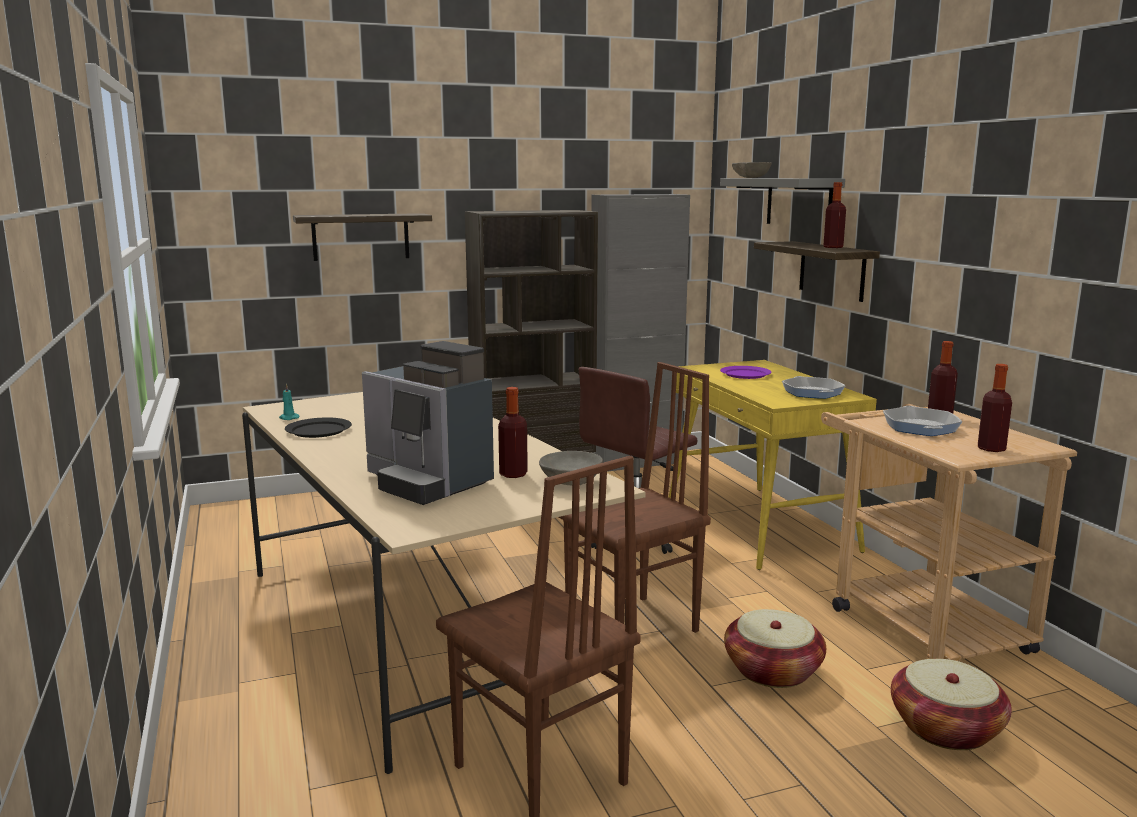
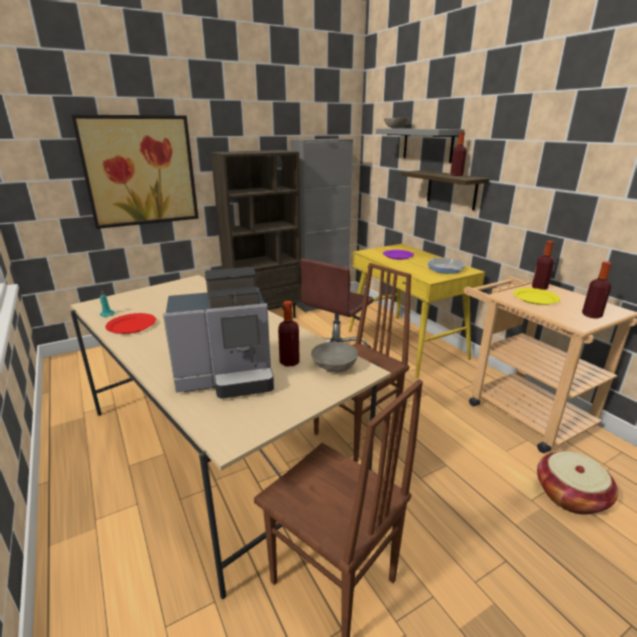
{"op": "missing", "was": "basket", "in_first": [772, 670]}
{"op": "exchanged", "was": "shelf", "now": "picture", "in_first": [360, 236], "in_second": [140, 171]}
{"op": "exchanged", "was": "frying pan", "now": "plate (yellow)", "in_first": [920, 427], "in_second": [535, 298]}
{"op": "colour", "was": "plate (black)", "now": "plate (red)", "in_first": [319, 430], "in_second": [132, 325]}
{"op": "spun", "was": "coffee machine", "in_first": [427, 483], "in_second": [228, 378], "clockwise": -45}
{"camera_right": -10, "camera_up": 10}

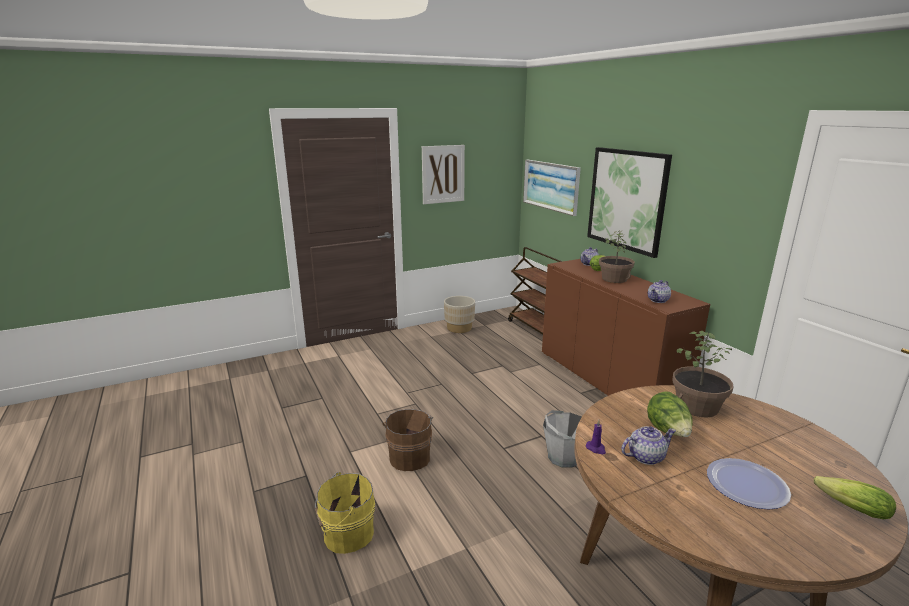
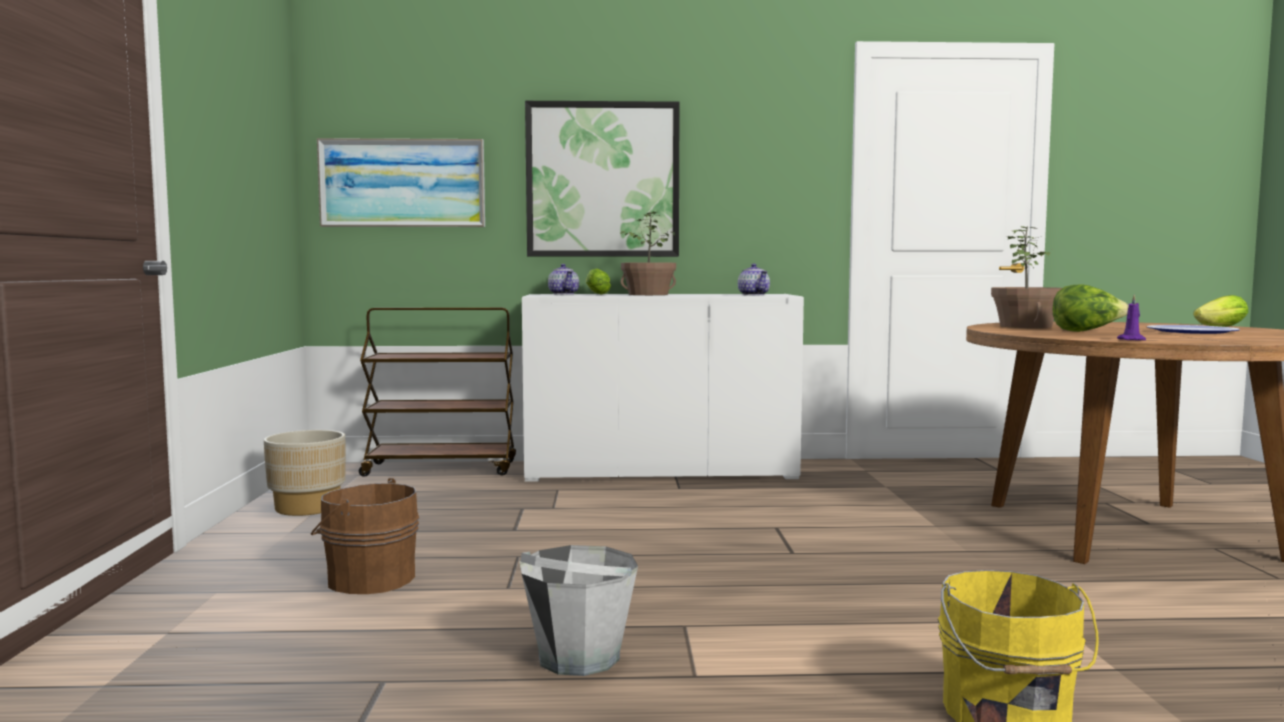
{"op": "missing", "was": "picture", "in_first": [443, 174]}
{"op": "missing", "was": "teapot", "in_first": [645, 457]}
{"op": "relocated", "was": "bucket (brown)", "in_first": [409, 456], "in_second": [368, 579]}
{"op": "relocated", "was": "bucket (grey)", "in_first": [563, 457], "in_second": [578, 657]}
{"op": "colour", "was": "cabinet (brown)", "now": "cabinet (white)", "in_first": [608, 379], "in_second": [660, 471]}
{"camera_right": -65, "camera_up": -15}

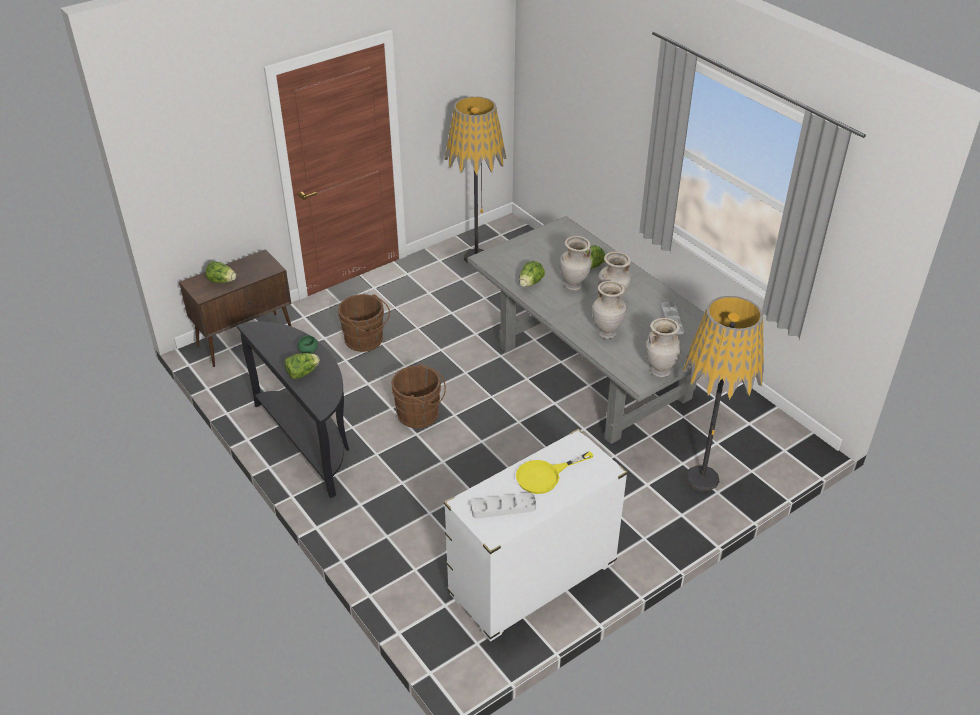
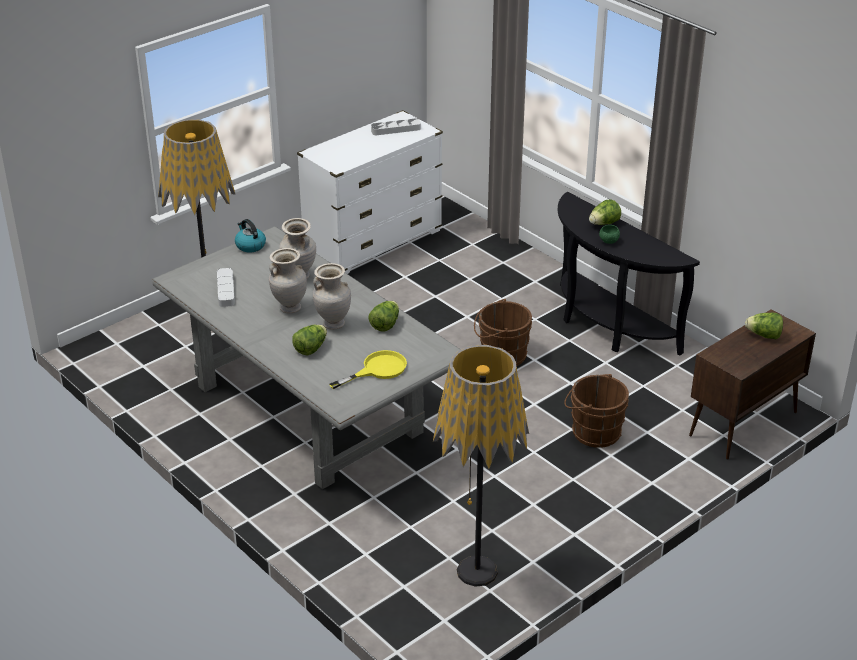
{"op": "relocated", "was": "frying pan (yellow)", "in_first": [545, 476], "in_second": [377, 369]}
{"op": "exchanged", "was": "vase (beige)", "now": "kettle", "in_first": [659, 371], "in_second": [250, 245]}
{"camera_right": 175, "camera_up": -5}

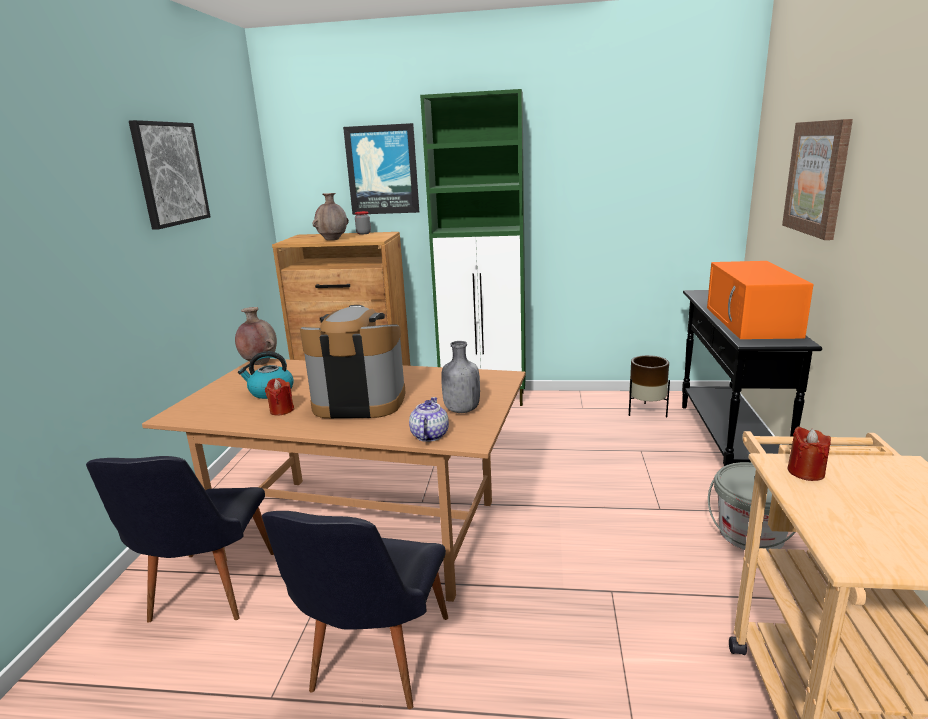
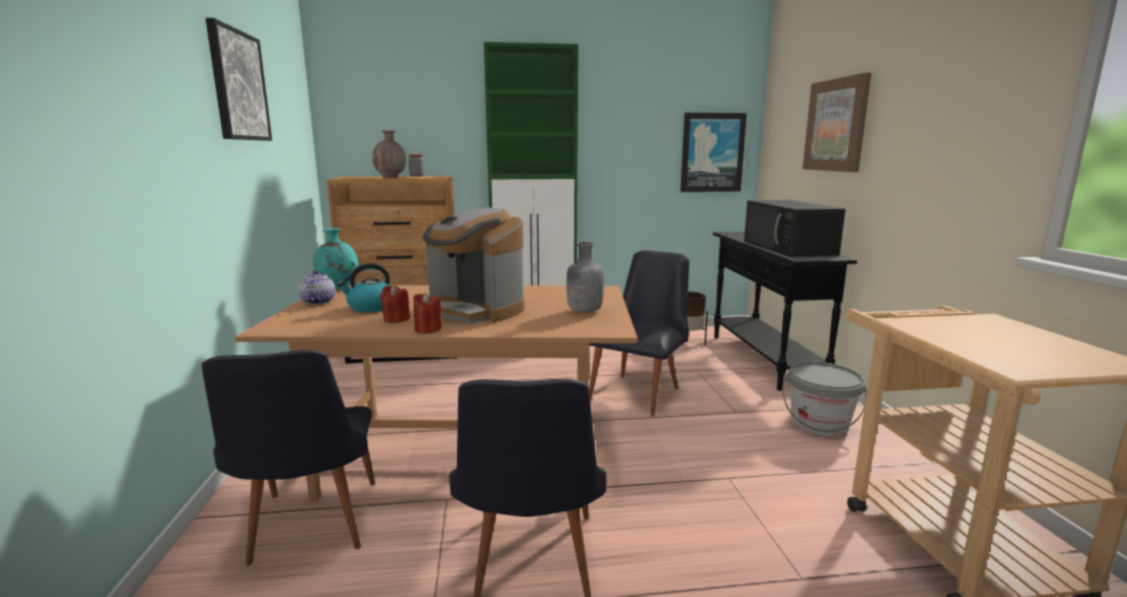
{"op": "appeared", "now": "chair (black)", "in_second": [640, 391]}
{"op": "relocated", "was": "picture", "in_first": [382, 170], "in_second": [712, 152]}
{"op": "relocated", "was": "teapot", "in_first": [429, 435], "in_second": [318, 302]}
{"op": "relocated", "was": "candle (red)", "in_first": [805, 472], "in_second": [428, 329]}
{"op": "colour", "was": "vase (brown)", "now": "vase (turquoise)", "in_first": [259, 363], "in_second": [338, 288]}
{"op": "colour", "was": "microwave (orange)", "now": "microwave (black)", "in_first": [752, 322], "in_second": [789, 248]}
{"op": "spun", "was": "coffee machine", "in_first": [359, 402], "in_second": [475, 310], "clockwise": -135}
{"camera_right": -15, "camera_up": -5}

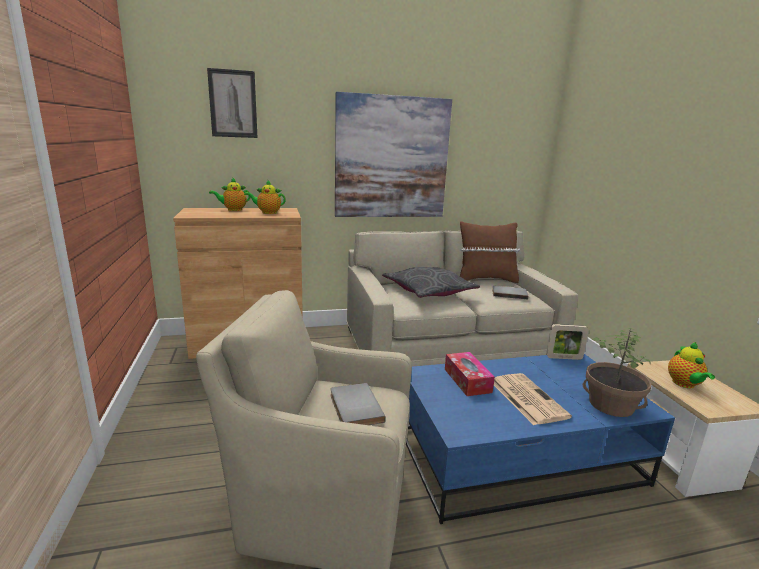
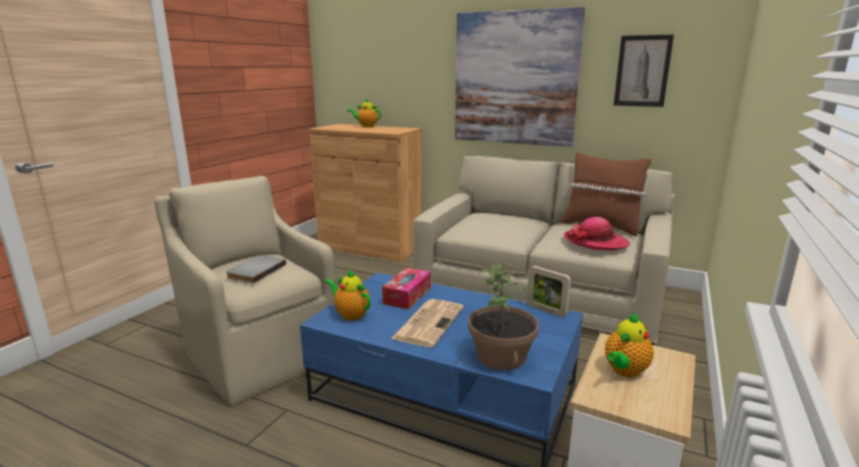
{"op": "missing", "was": "pillow (grey)", "in_first": [428, 291]}
{"op": "relocated", "was": "picture", "in_first": [233, 104], "in_second": [642, 71]}
{"op": "relocated", "was": "teapot", "in_first": [267, 212], "in_second": [350, 314]}
{"op": "exchanged", "was": "book (grey)", "now": "hat", "in_first": [509, 293], "in_second": [595, 242]}
{"camera_right": 40, "camera_up": 0}

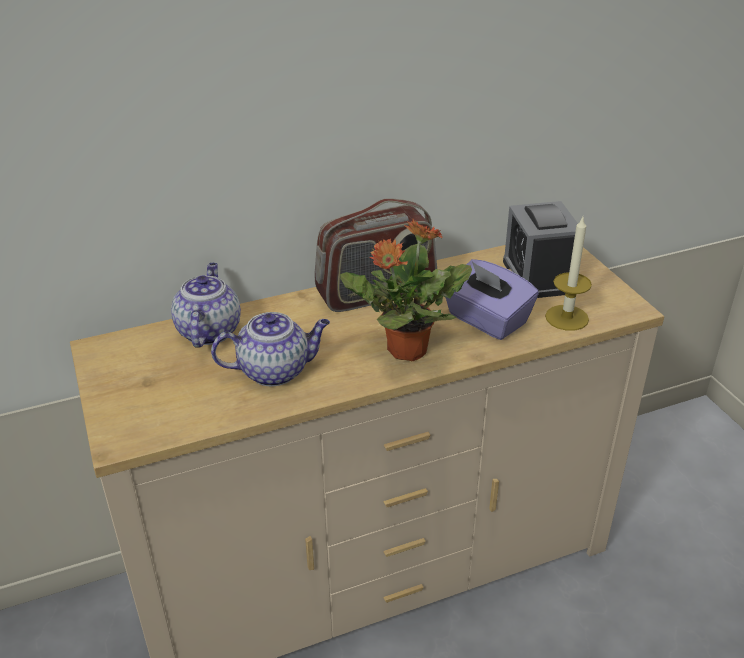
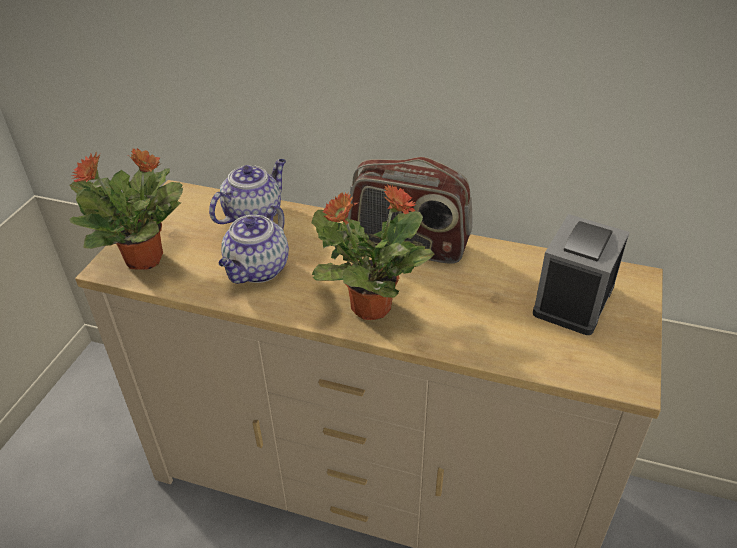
{"op": "missing", "was": "tissue box (purple)", "in_first": [486, 320]}
{"op": "missing", "was": "candle", "in_first": [566, 318]}
{"op": "appeared", "now": "potted plant", "in_second": [146, 259]}
{"op": "spun", "was": "teapot", "in_first": [275, 370], "in_second": [258, 270], "clockwise": 90}
{"camera_right": 40, "camera_up": 5}

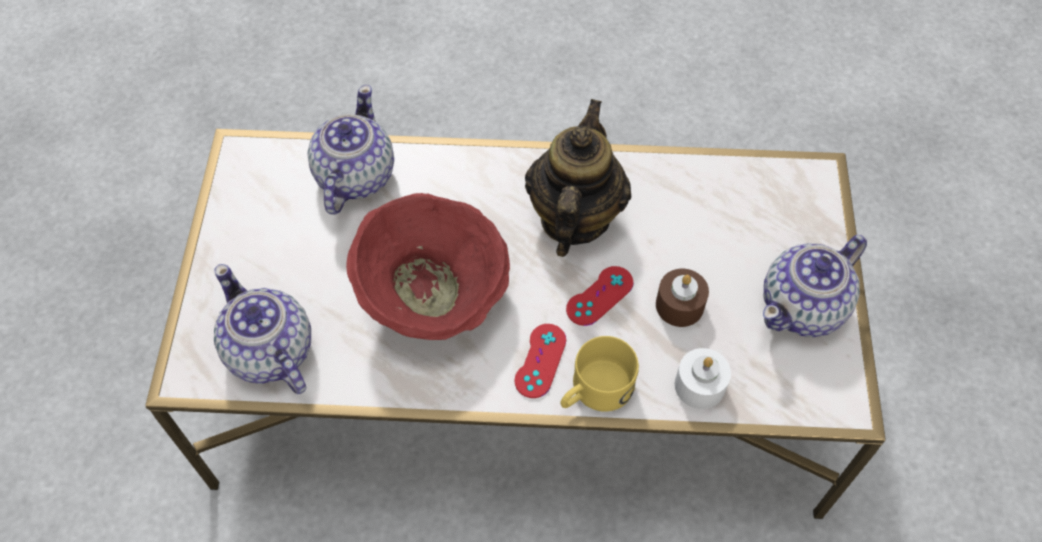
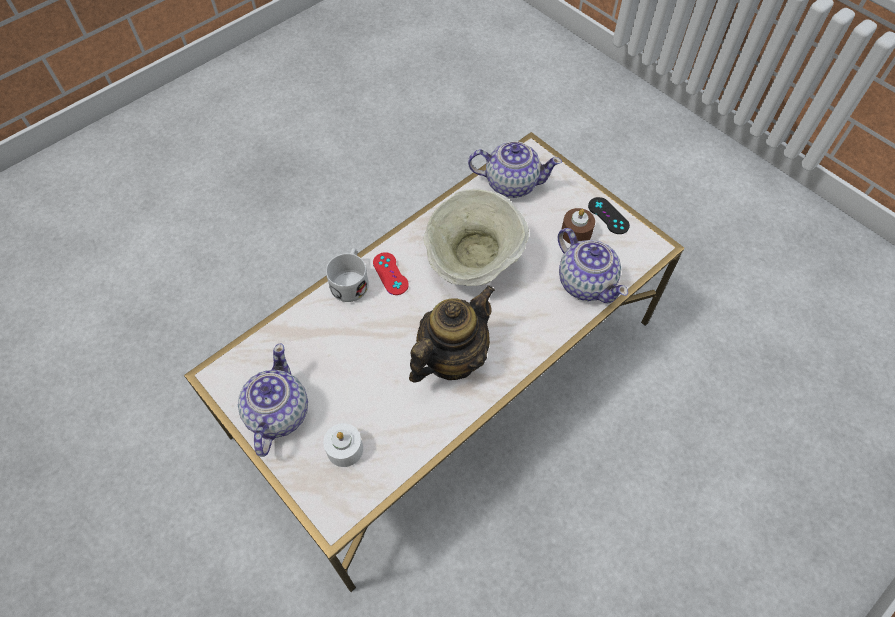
{"op": "missing", "was": "game controller (red)", "in_first": [599, 296]}
{"op": "appeared", "now": "game controller (black)", "in_second": [608, 216]}
{"op": "relocated", "was": "candle (brown)", "in_first": [679, 305], "in_second": [576, 232]}
{"op": "relocated", "was": "candle (white)", "in_first": [699, 385], "in_second": [345, 449]}
{"op": "colour", "was": "bowl (red)", "now": "bowl (beige)", "in_first": [434, 296], "in_second": [473, 261]}
{"op": "colour", "was": "mug (yellow)", "now": "mug (white)", "in_first": [594, 391], "in_second": [351, 281]}
{"op": "spun", "was": "teapot", "in_first": [574, 218], "in_second": [451, 358], "clockwise": -105}
{"camera_right": 135, "camera_up": 0}

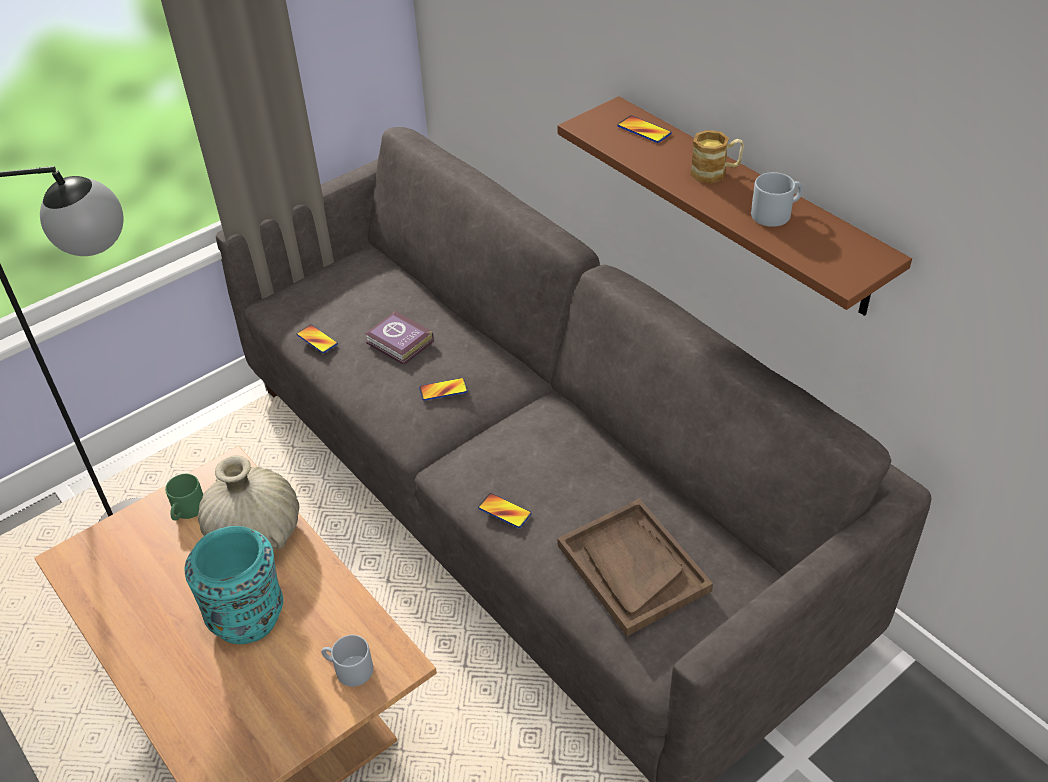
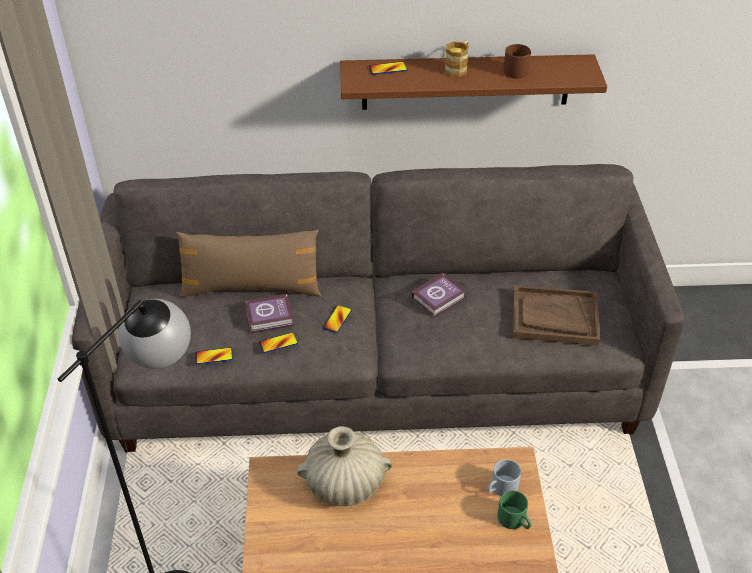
{"op": "missing", "was": "vase (turquoise)", "in_first": [248, 616]}
{"op": "appeared", "now": "pillow (brown)", "in_second": [251, 288]}
{"op": "appeared", "now": "book", "in_second": [439, 298]}
{"op": "relocated", "was": "mug (green)", "in_first": [187, 511], "in_second": [515, 520]}
{"op": "relocated", "was": "phone", "in_first": [504, 511], "in_second": [278, 343]}
{"op": "colour", "was": "mug (grey)", "now": "mug (brown)", "in_first": [776, 213], "in_second": [515, 69]}
{"camera_right": -55, "camera_up": 0}

